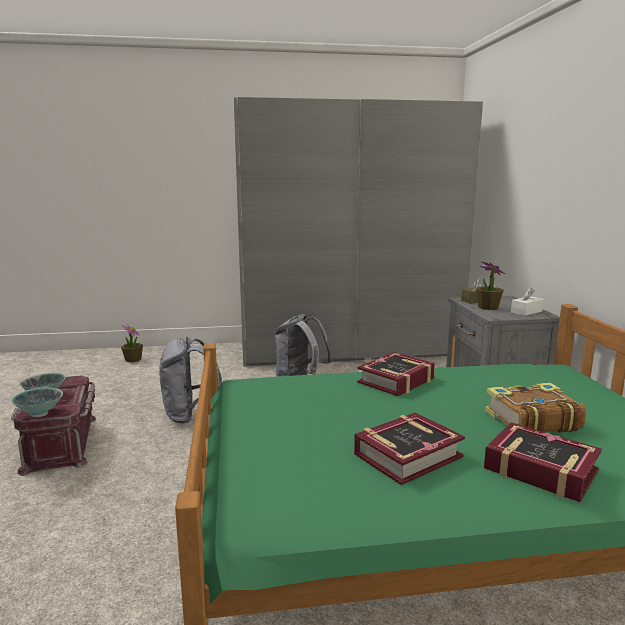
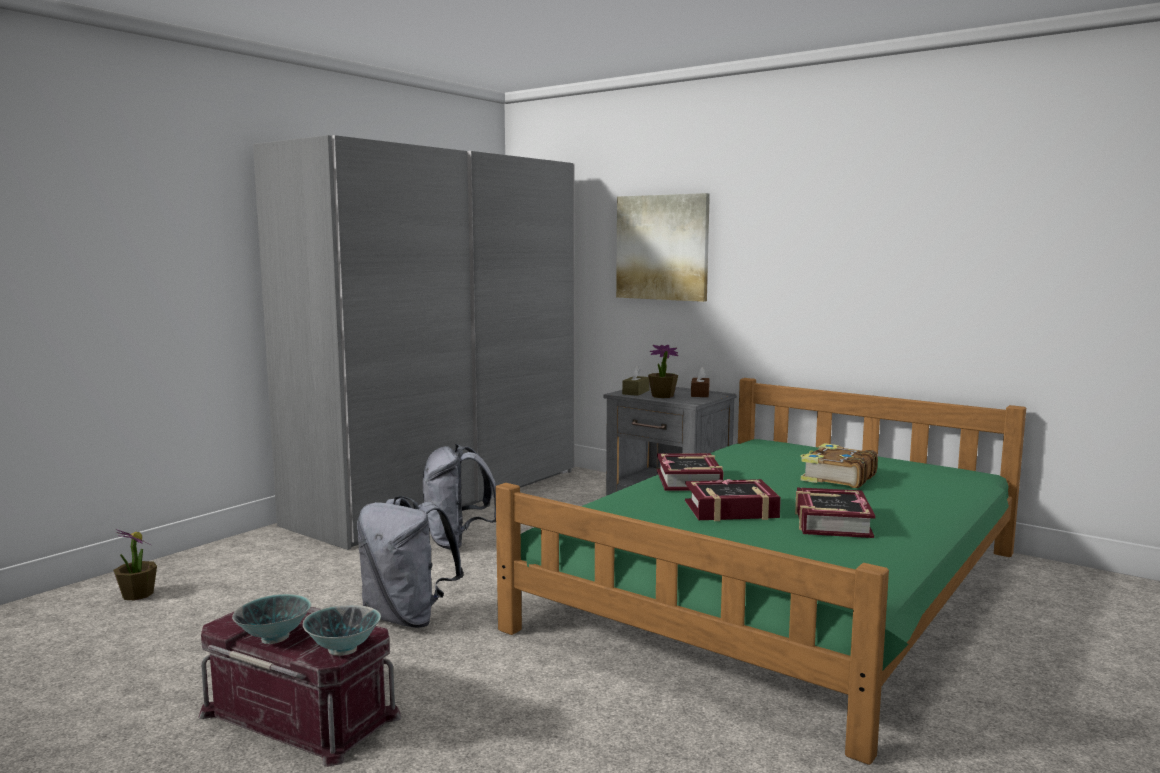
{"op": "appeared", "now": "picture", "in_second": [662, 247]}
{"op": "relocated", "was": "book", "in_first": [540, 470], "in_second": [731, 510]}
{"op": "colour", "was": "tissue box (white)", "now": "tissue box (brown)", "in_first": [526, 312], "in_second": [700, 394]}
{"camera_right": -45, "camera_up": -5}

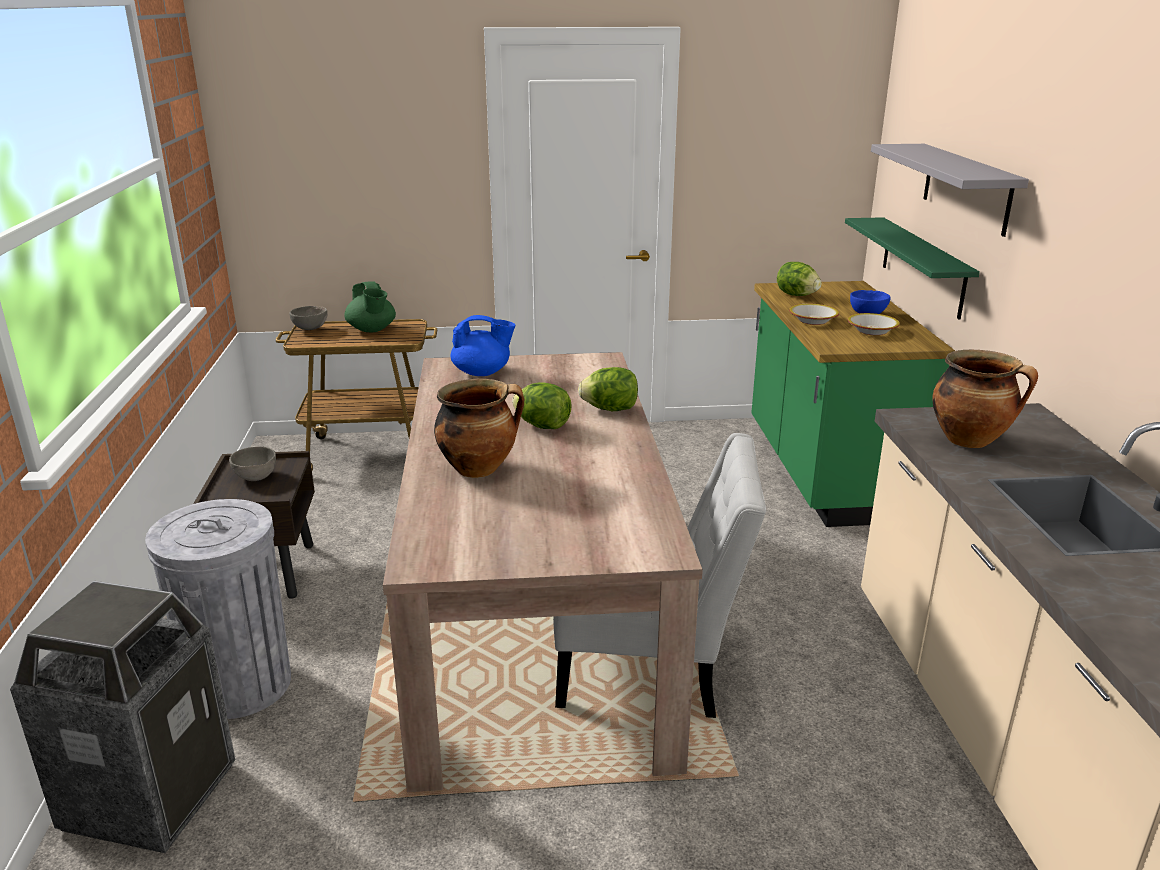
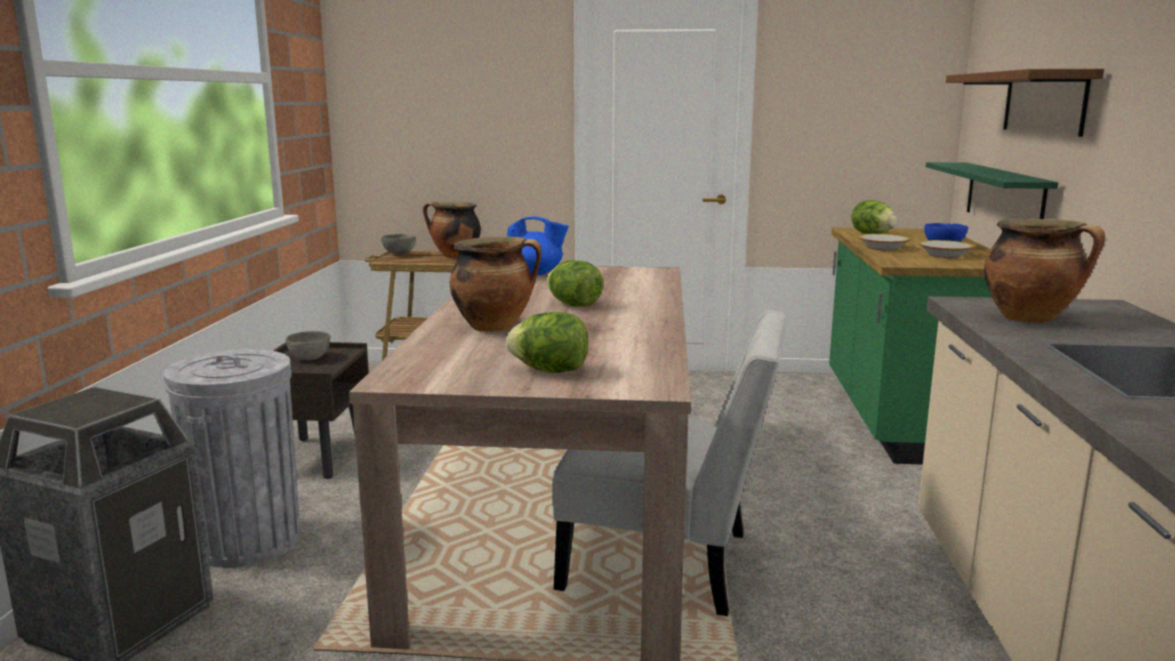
{"op": "relocated", "was": "lettuce", "in_first": [610, 409], "in_second": [550, 371]}
{"op": "exchanged", "was": "teapot (green)", "now": "cooking pot", "in_first": [372, 330], "in_second": [454, 256]}
{"op": "colour", "was": "shelf (grey)", "now": "shelf (brown)", "in_first": [966, 188], "in_second": [1043, 102]}
{"camera_right": 10, "camera_up": -10}

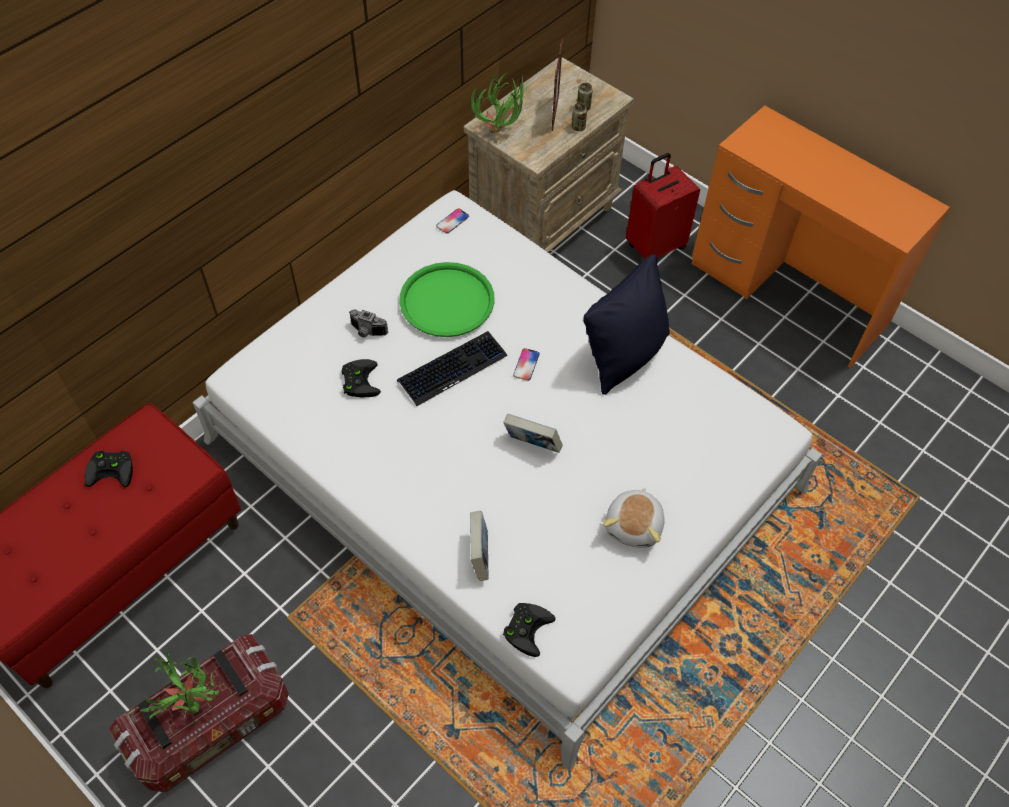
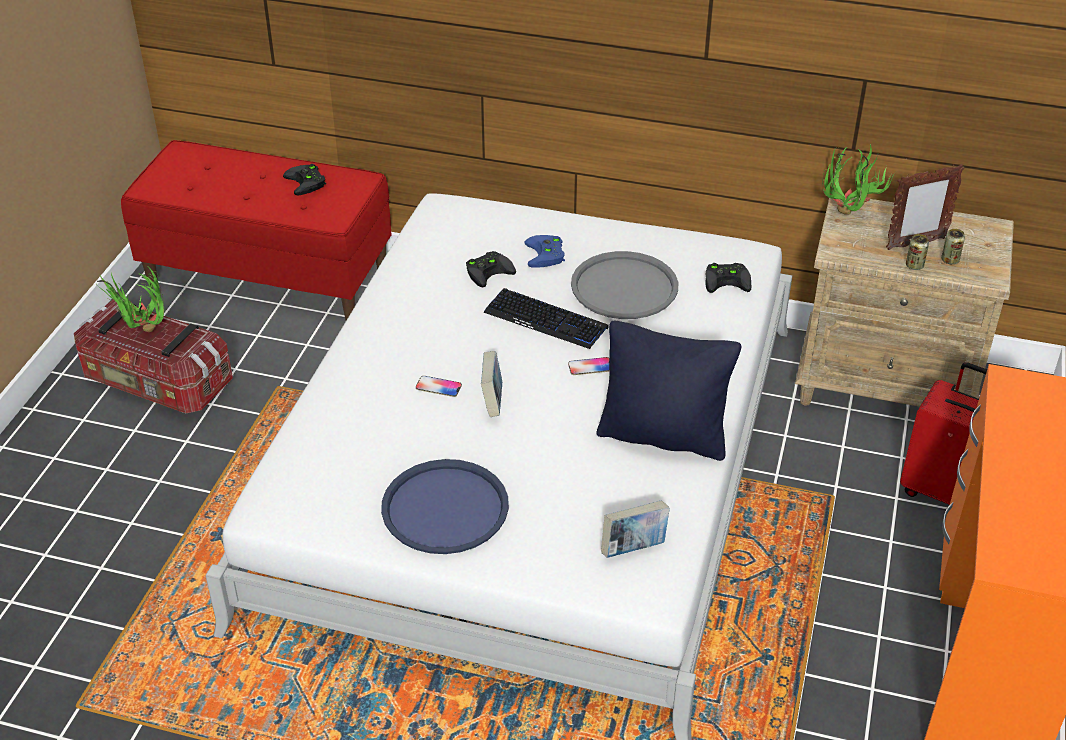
{"op": "relocated", "was": "phone", "in_first": [452, 221], "in_second": [438, 387]}
{"op": "relocated", "was": "book", "in_first": [479, 556], "in_second": [633, 548]}
{"op": "relocated", "was": "game controller (black)", "in_first": [526, 627], "in_second": [728, 280]}
{"op": "exchanged", "was": "photo camera", "now": "game controller (blue)", "in_first": [367, 332], "in_second": [546, 255]}
{"op": "exchanged", "was": "plush toy", "now": "tray (blue)", "in_first": [634, 525], "in_second": [445, 508]}
{"op": "colour", "was": "tray (green)", "now": "tray (grey)", "in_first": [447, 300], "in_second": [624, 287]}
{"camera_right": 65, "camera_up": -15}

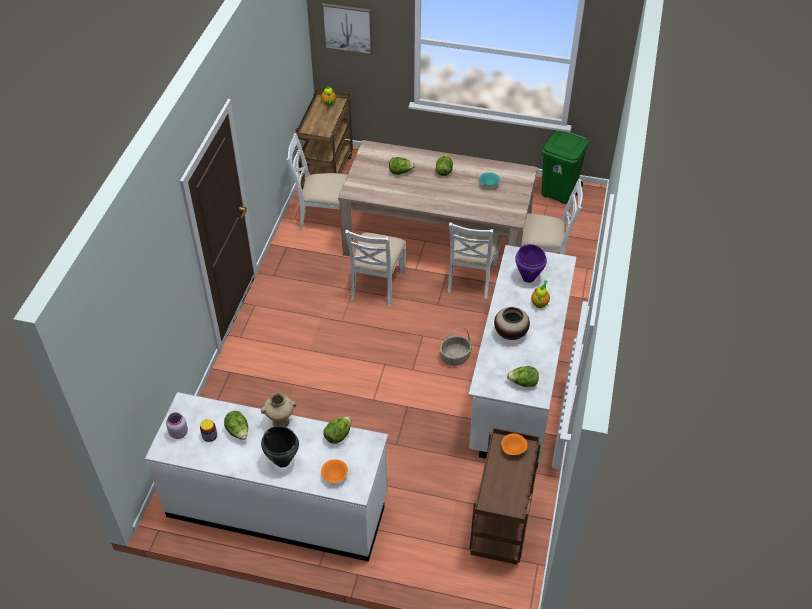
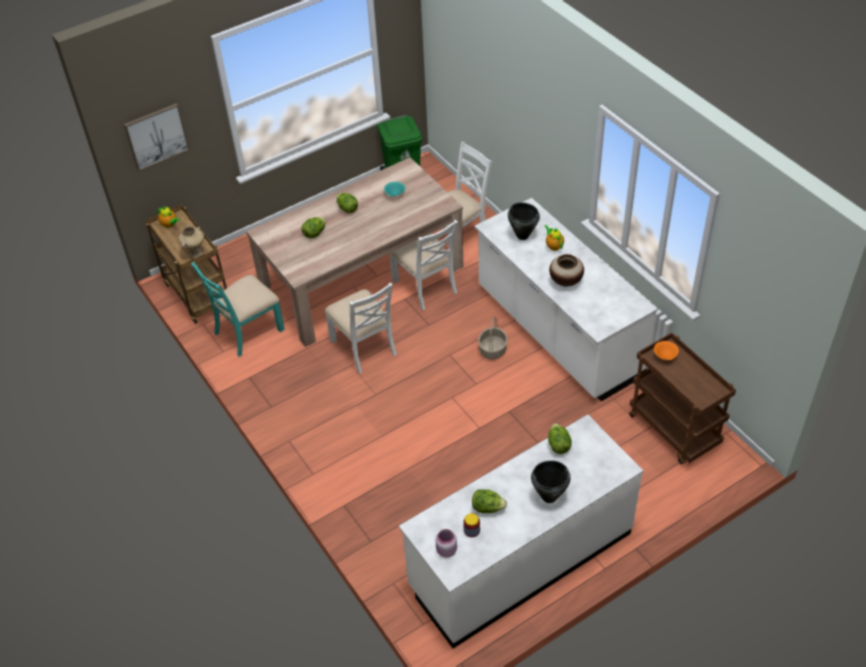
{"op": "missing", "was": "bowl (orange)", "in_first": [334, 476]}
{"op": "missing", "was": "lettuce", "in_first": [523, 383]}
{"op": "relocated", "was": "vase (beige)", "in_first": [281, 421], "in_second": [195, 253]}
{"op": "colour", "was": "chair (white)", "now": "chair (turquoise)", "in_first": [324, 218], "in_second": [248, 331]}
{"op": "colour", "was": "cooking pot (purple)", "now": "cooking pot (black)", "in_first": [528, 278], "in_second": [522, 235]}
{"camera_right": -45, "camera_up": 0}

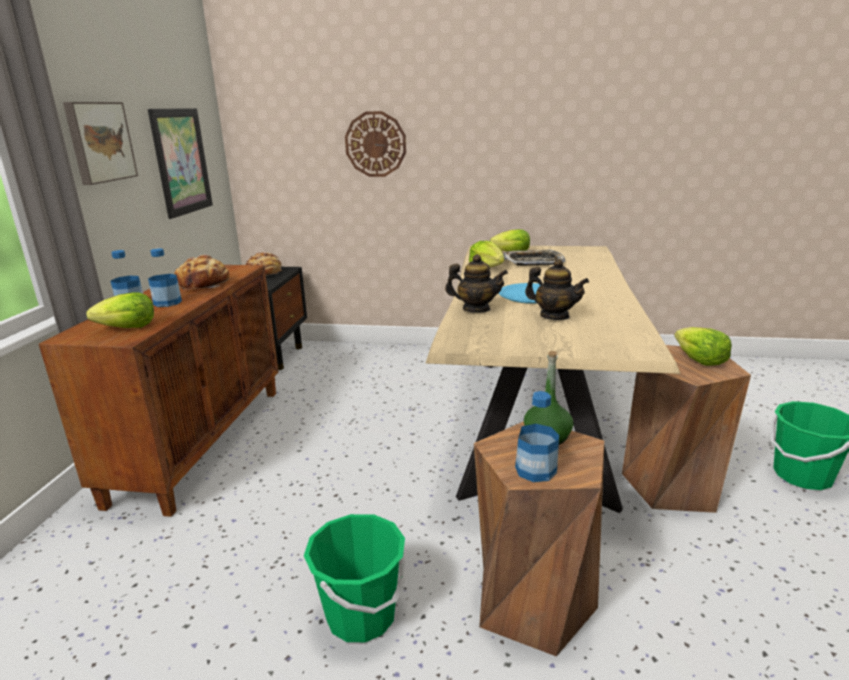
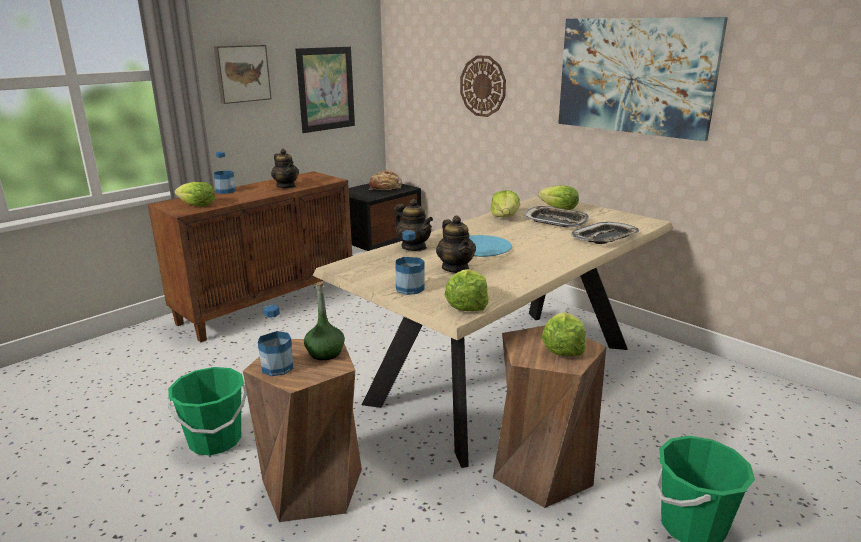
{"op": "appeared", "now": "lettuce", "in_second": [466, 305]}
{"op": "appeared", "now": "picture", "in_second": [634, 76]}
{"op": "appeared", "now": "tray", "in_second": [605, 238]}
{"op": "relocated", "was": "bottle", "in_first": [167, 302], "in_second": [410, 288]}
{"op": "exchanged", "was": "bread", "now": "teapot", "in_first": [204, 284], "in_second": [286, 186]}
{"camera_right": 35, "camera_up": 0}

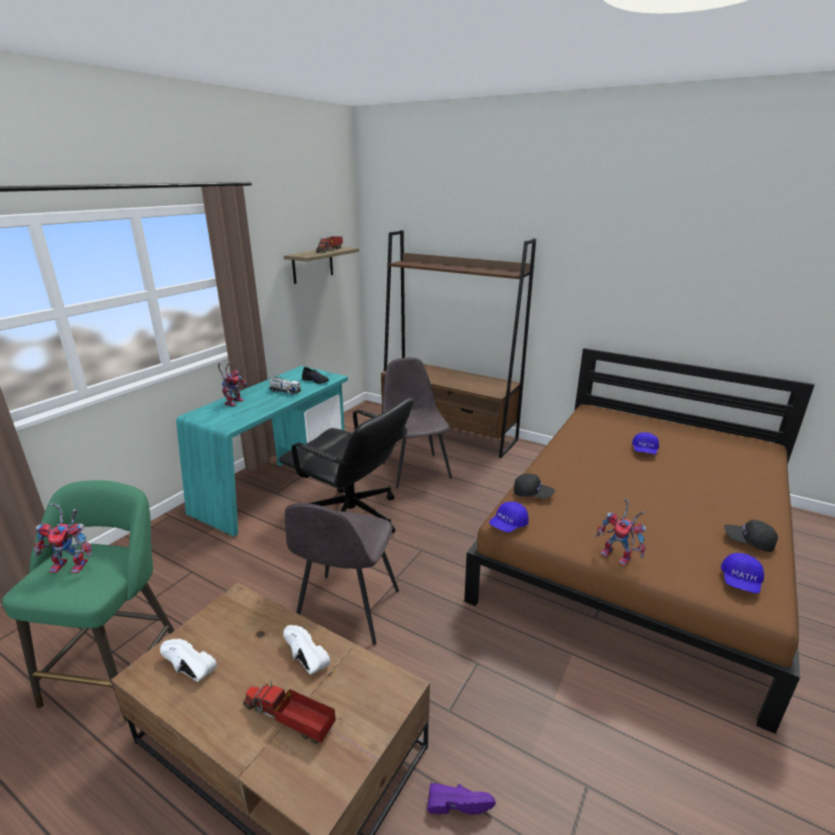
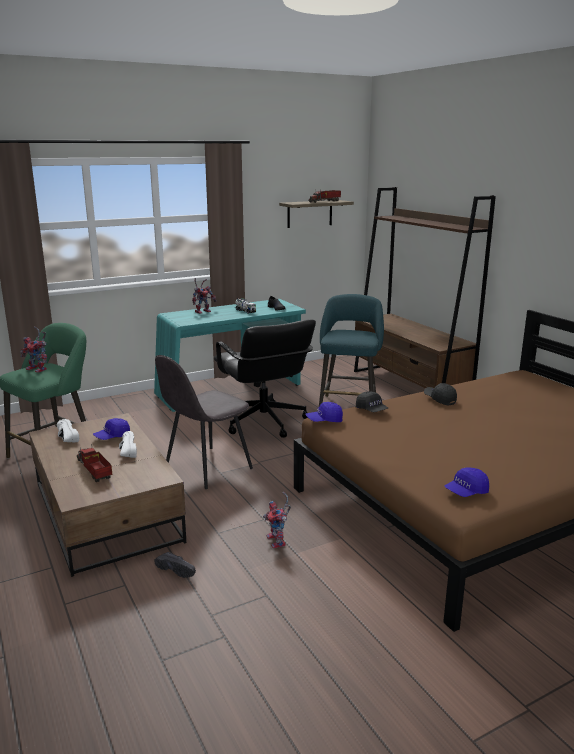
{"op": "relocated", "was": "toy robot", "in_first": [619, 556], "in_second": [278, 542]}
{"op": "relocated", "was": "cap (blue)", "in_first": [644, 451], "in_second": [112, 437]}
{"op": "relocated", "was": "cap (black)", "in_first": [748, 541], "in_second": [439, 399]}
{"op": "exchanged", "was": "chair (grey)", "now": "stool (turquoise)", "in_first": [415, 469], "in_second": [348, 405]}
{"op": "colour", "was": "shoe (purple)", "now": "shoe (black)", "in_first": [458, 802], "in_second": [178, 570]}
{"camera_right": 30, "camera_up": -5}

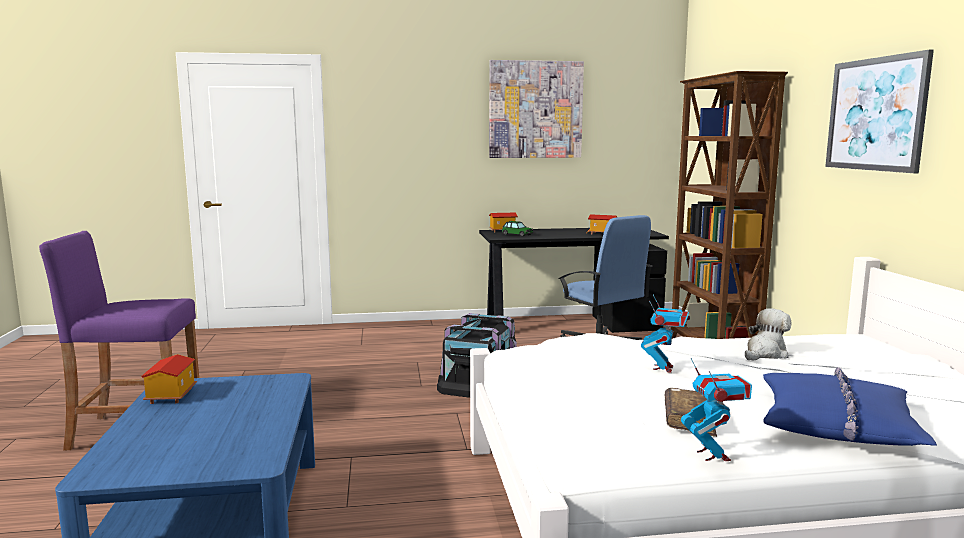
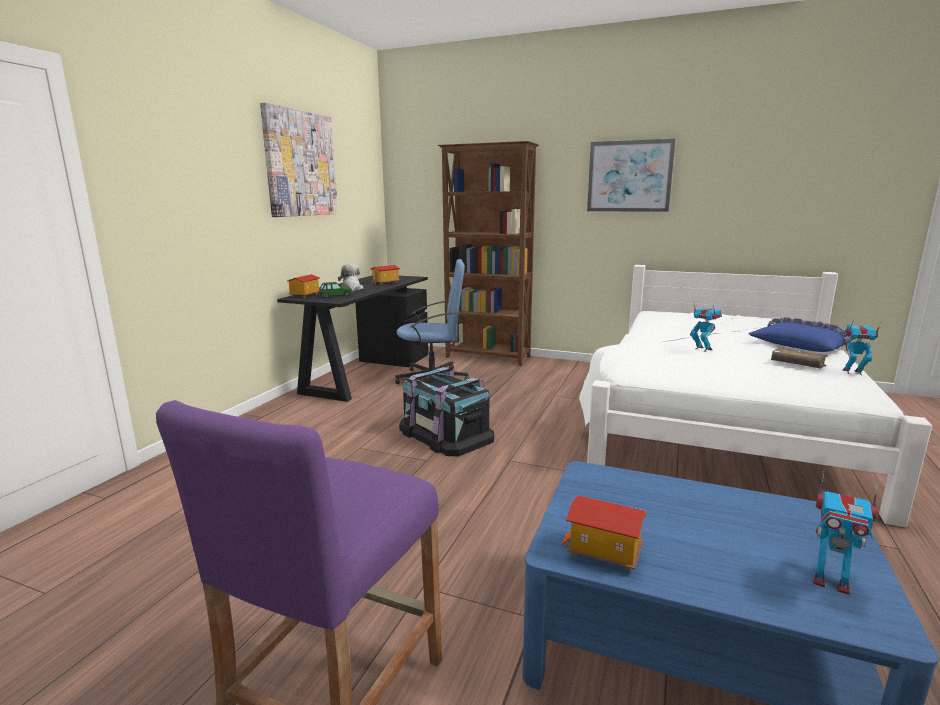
{"op": "appeared", "now": "toy robot", "in_second": [830, 581]}
{"op": "relocated", "was": "plush toy", "in_first": [765, 354], "in_second": [351, 289]}
{"camera_right": -60, "camera_up": 5}

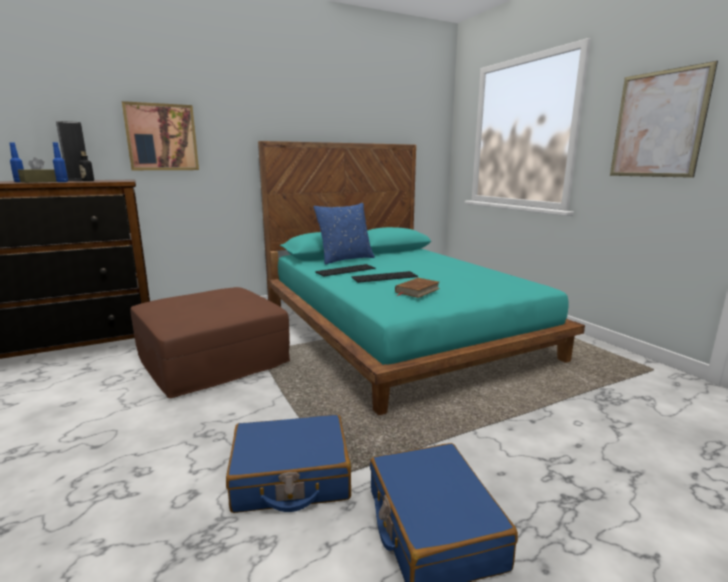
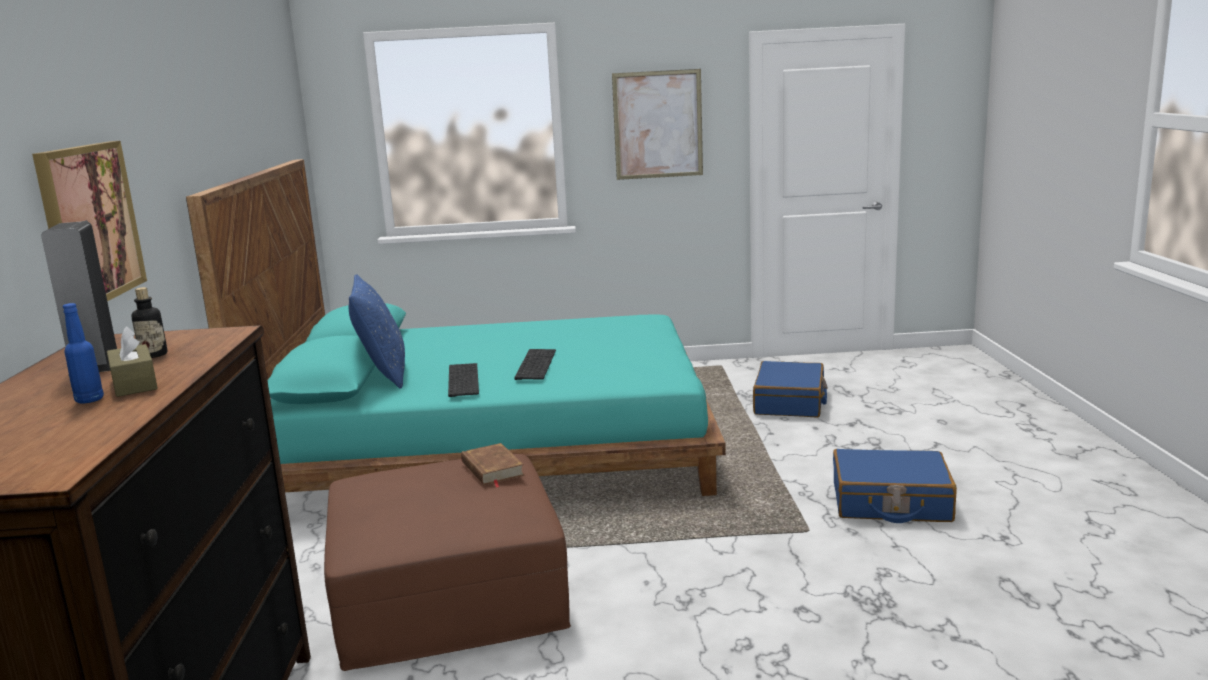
{"op": "missing", "was": "bottle (blue)", "in_first": [62, 182]}
{"op": "relocated", "was": "suitcase (blue)", "in_first": [291, 477], "in_second": [790, 402]}
{"op": "relocated", "was": "book (brown)", "in_first": [417, 290], "in_second": [492, 469]}
{"camera_right": -65, "camera_up": 0}

